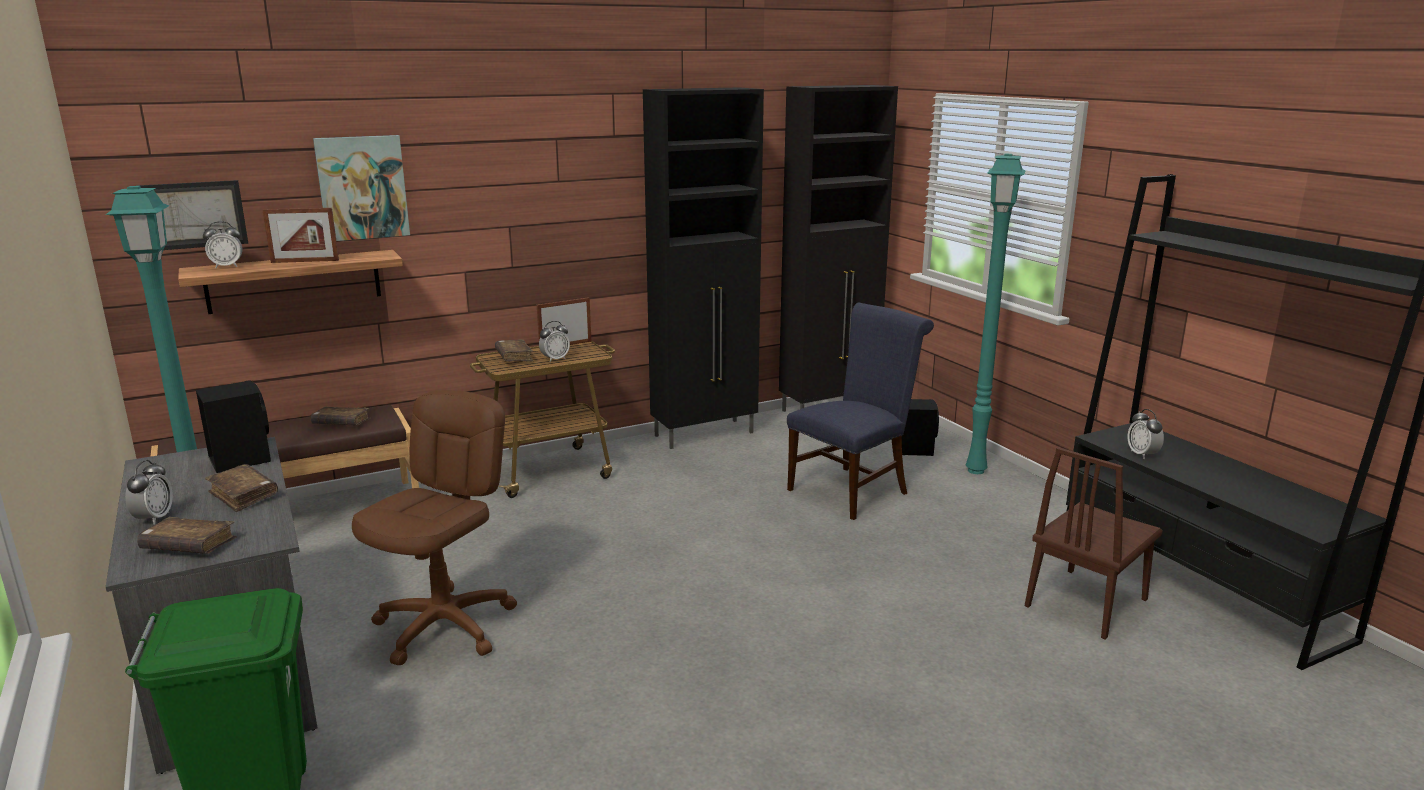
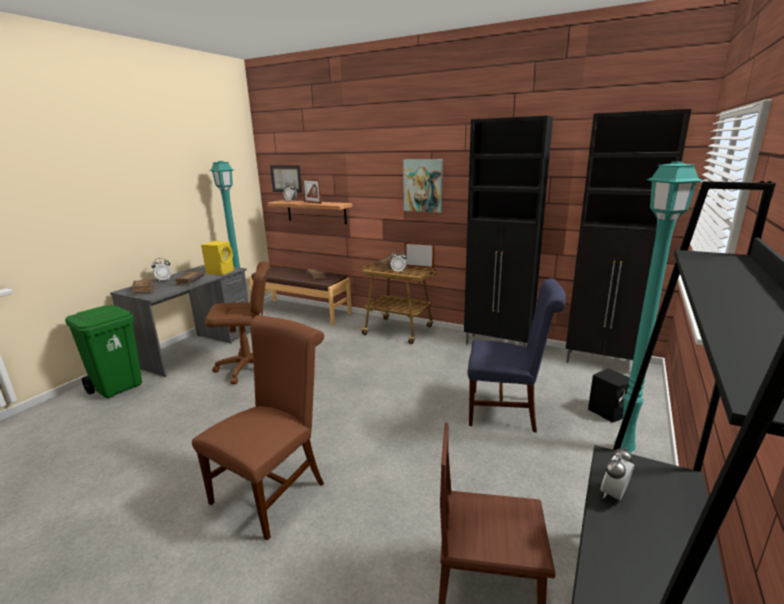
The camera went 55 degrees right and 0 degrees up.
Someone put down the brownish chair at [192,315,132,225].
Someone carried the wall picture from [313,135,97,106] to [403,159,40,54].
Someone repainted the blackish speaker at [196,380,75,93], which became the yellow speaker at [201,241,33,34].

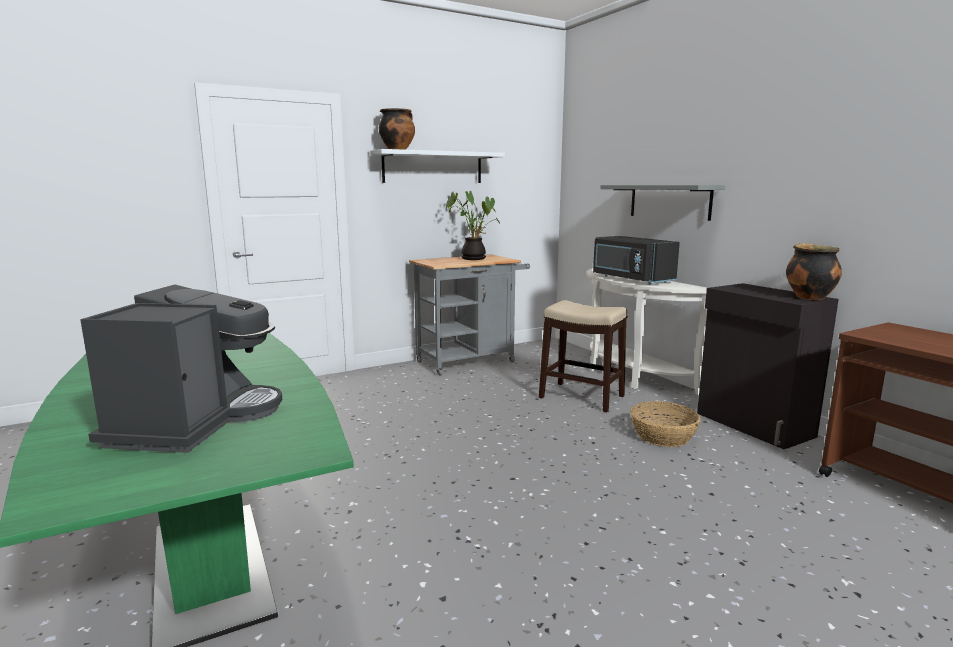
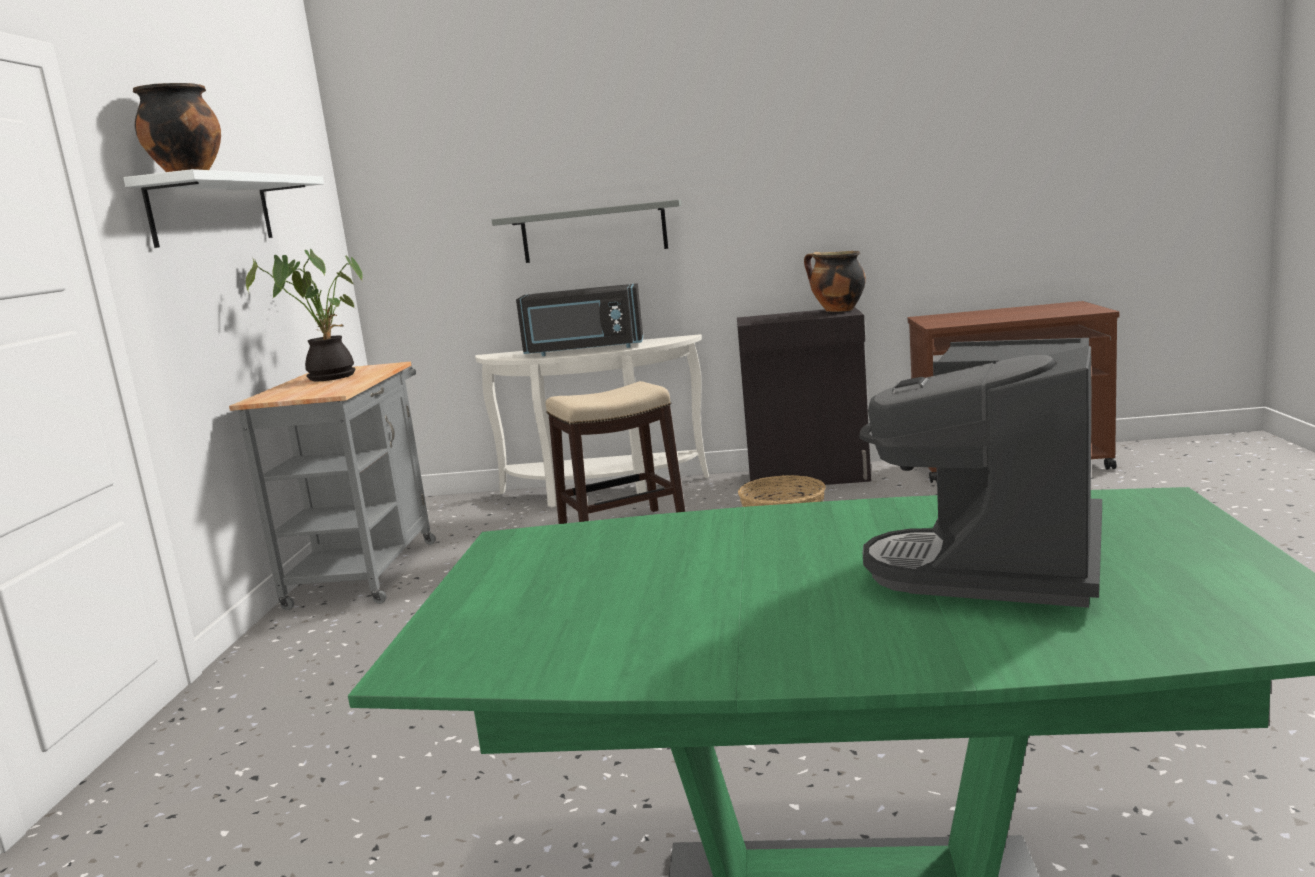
The camera went 55 degrees left and 0 degrees up.
Someone rotated the coffee maker at [80,285,202,168] by 105 degrees counterclockwise.

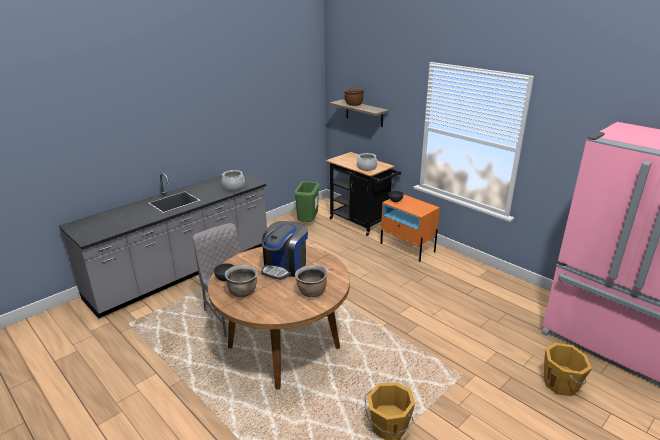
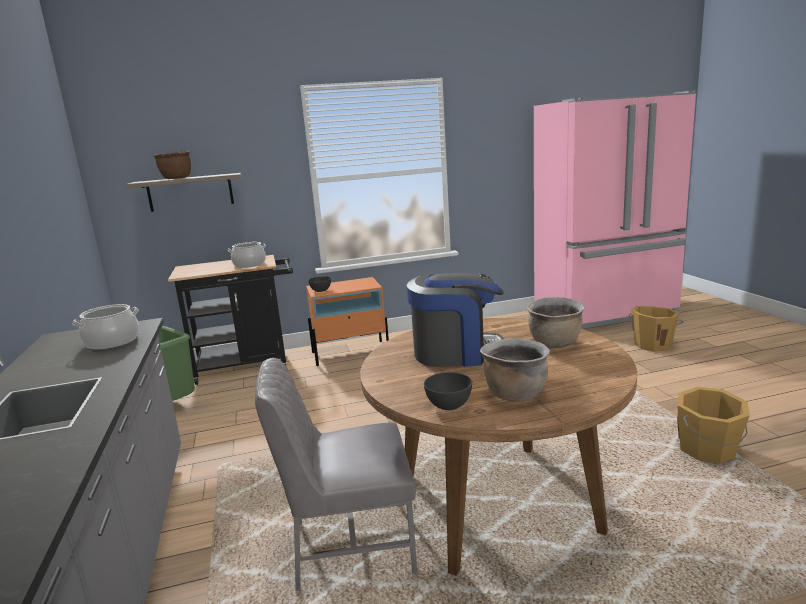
The camera went 60 degrees left and 10 degrees down.
Someone rotated the coffee maker at [261,221,47,59] by 60 degrees counterclockwise.

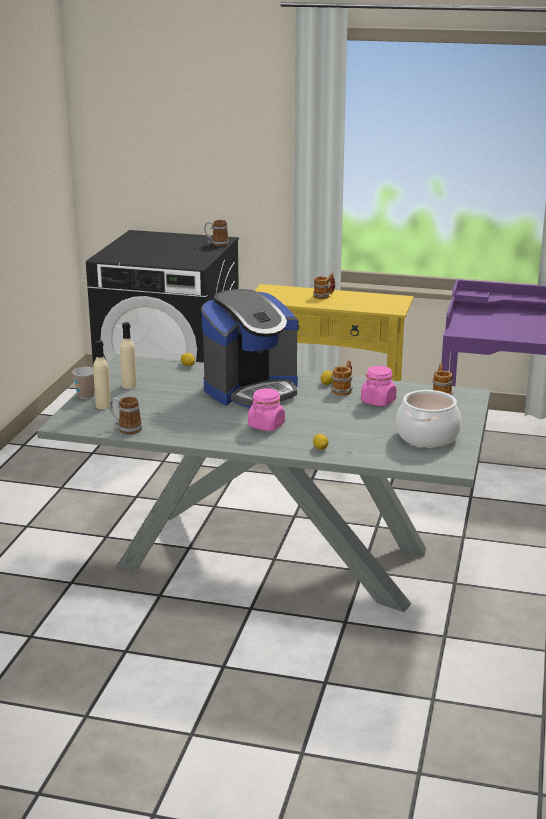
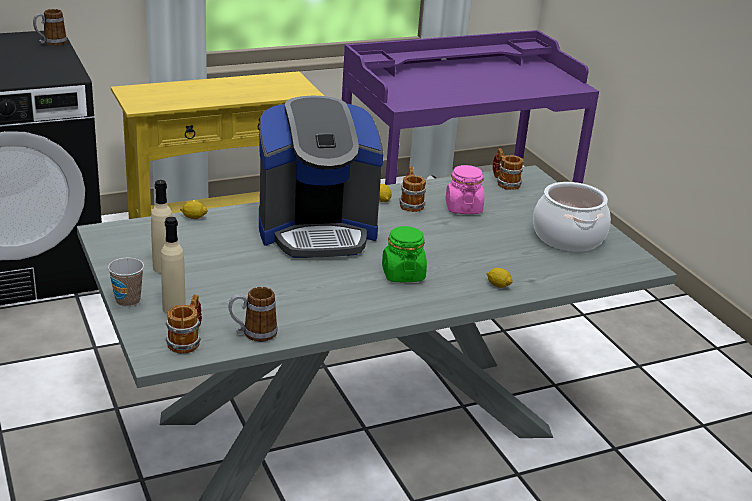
The camera went 40 degrees left and 5 degrees up.
Someone carried the mug from [313,273,22,26] to [166,294,36,60].
Someone repainted the pinkish preserve jar at [248,388,37,43], which became the greenish preserve jar at [382,226,45,56].
Someone rotated the coffee maker at [201,289,97,119] by 60 degrees clockwise.

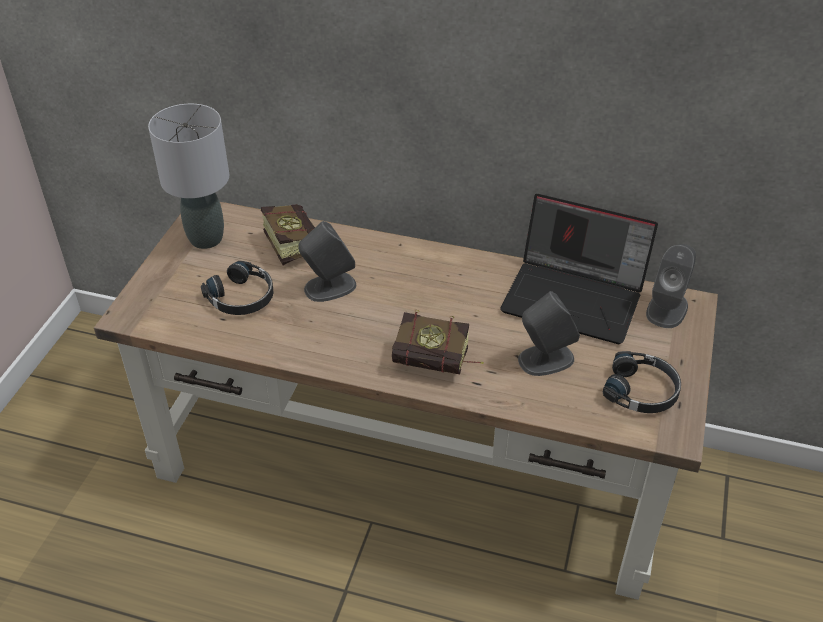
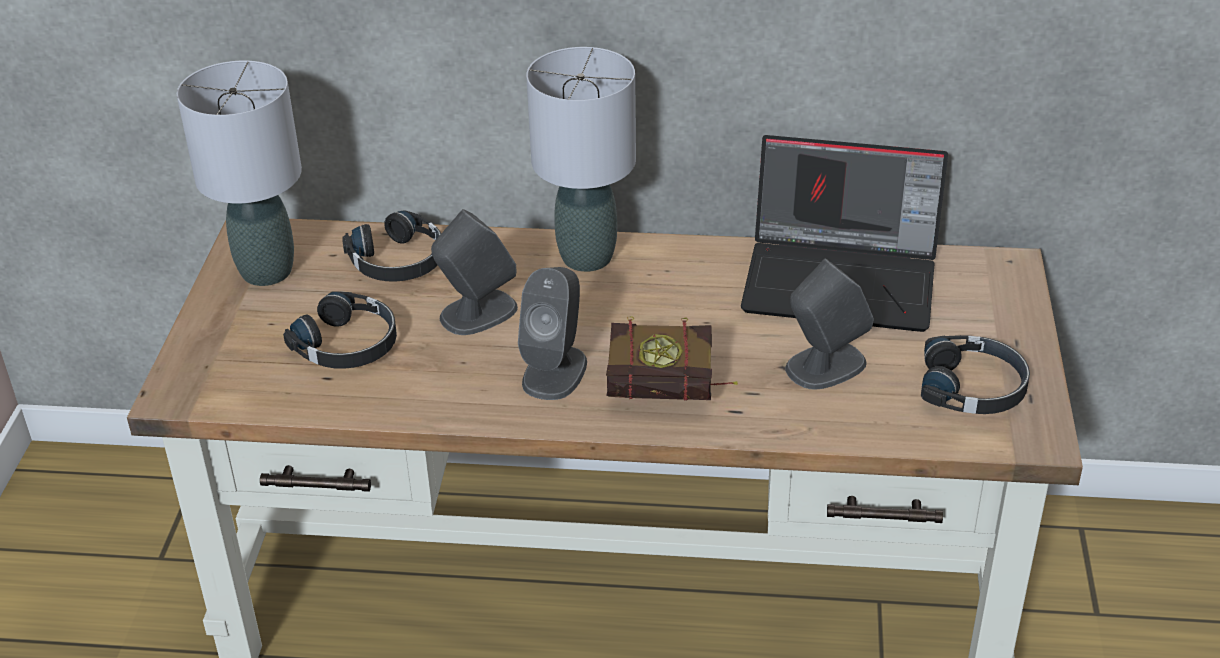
The camera went 10 degrees left and 5 degrees down.
Someone put down the grey tabletop lamp at [526,47,110,225].
Someone carried the grey speaker from [646,244,50,84] to [518,267,69,133].
Someone swapped the book at [261,204,54,61] for the blackish pair of headphones at [342,210,99,72].

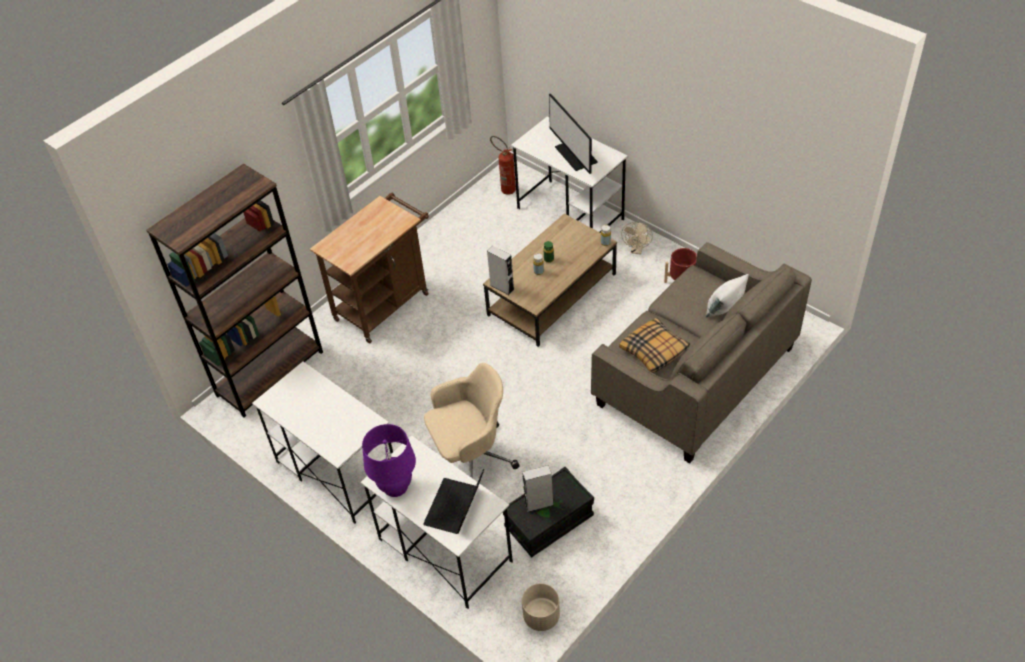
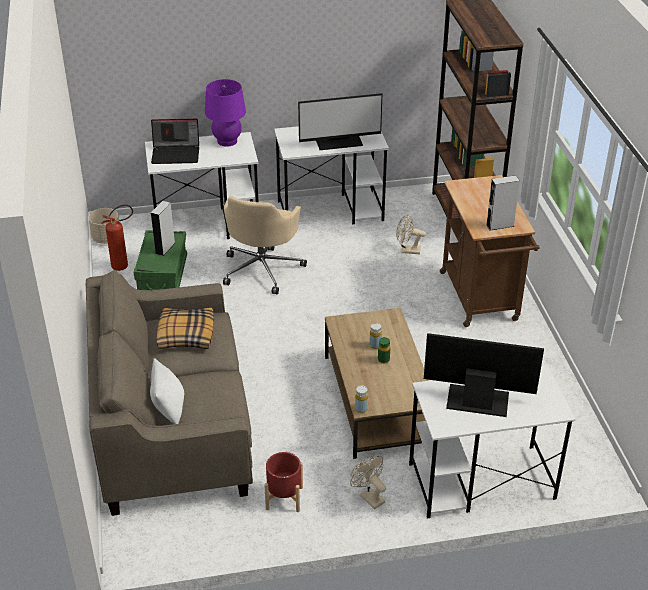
The camera went 125 degrees right and 10 degrees down.
Someone put down the computer screen at [298,93,84,57].
Someone put down the beige-coloured electric fan at [396,214,30,40].
Someone carried the grey speaker from [487,246,27,49] to [486,175,34,56].
Someone carried the extinguisher from [490,136,26,59] to [101,204,32,67].
Someone repainted the blackish storage box at [503,467,91,90], which became the greenish storage box at [133,230,54,61].
Someone rotated the portable computer at [423,469,61,65] by 120 degrees clockwise.

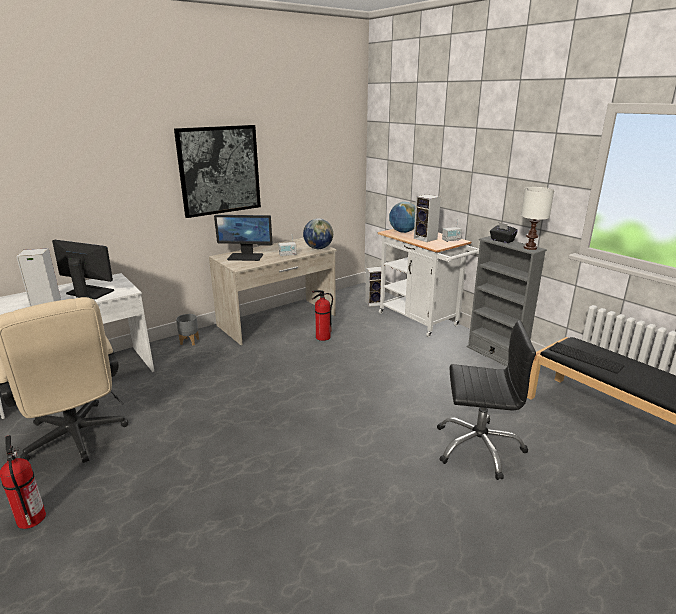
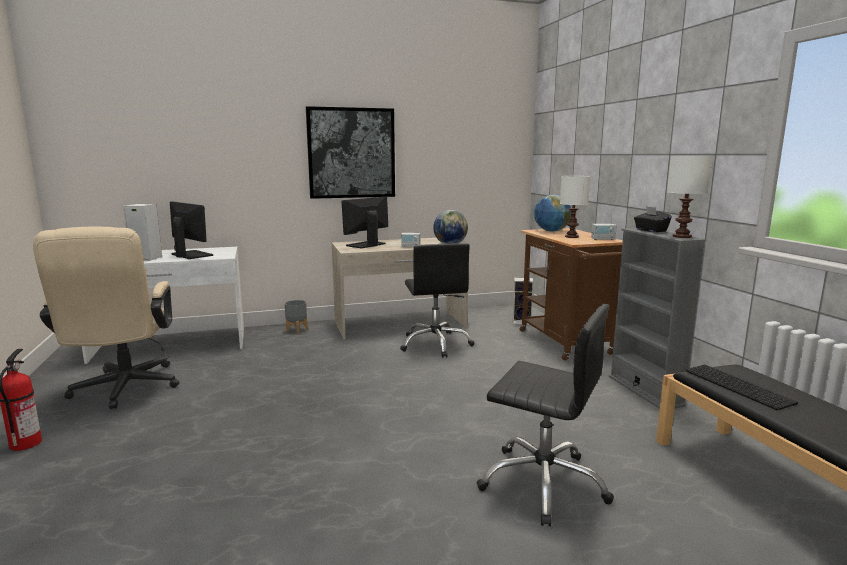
The camera went 20 degrees right and 10 degrees down.
Someone swapped the extinguisher at [312,290,21,51] for the blackish desk chair at [400,243,74,115].
Someone swapped the speaker at [414,194,27,48] for the white tabletop lamp at [560,176,30,62].
Someone repainted the white wheeled cart at [378,229,101,108], which became the brownish wheeled cart at [520,228,103,133].
Someone rotated the computer screen at [214,215,59,46] by 105 degrees clockwise.

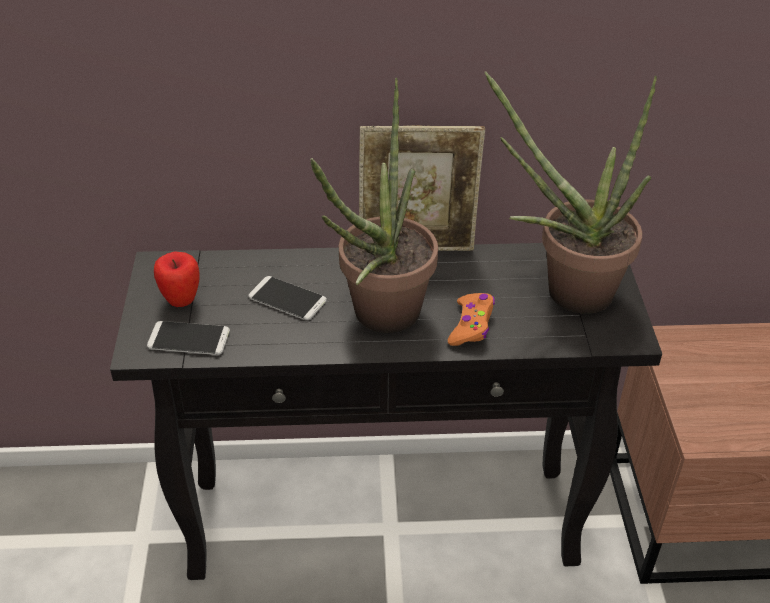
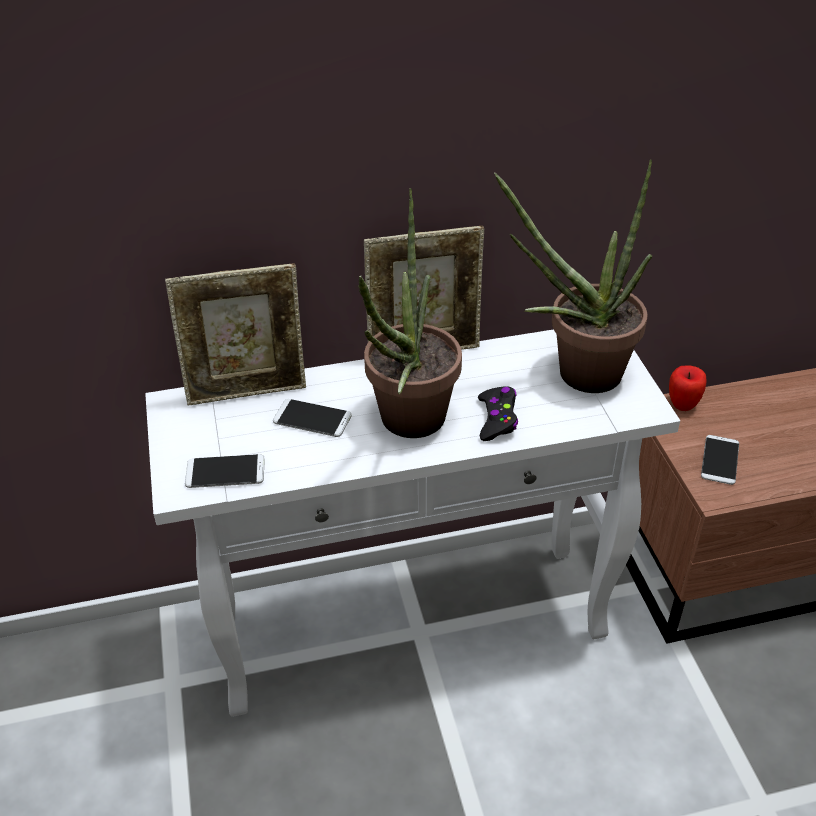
The camera went 10 degrees left and 0 degrees up.
Someone put down the picture frame at [165,263,141,143].
Someone put down the telephone at [701,435,38,50].
Someone carried the apple fruit from [154,251,46,56] to [669,365,38,46].
Someone repainted the blackish hall table at [110,243,552,337], which became the white hall table at [145,329,535,388].
Someone repainted the orangey game controller at [448,293,47,53], which became the blackish game controller at [478,386,40,55].

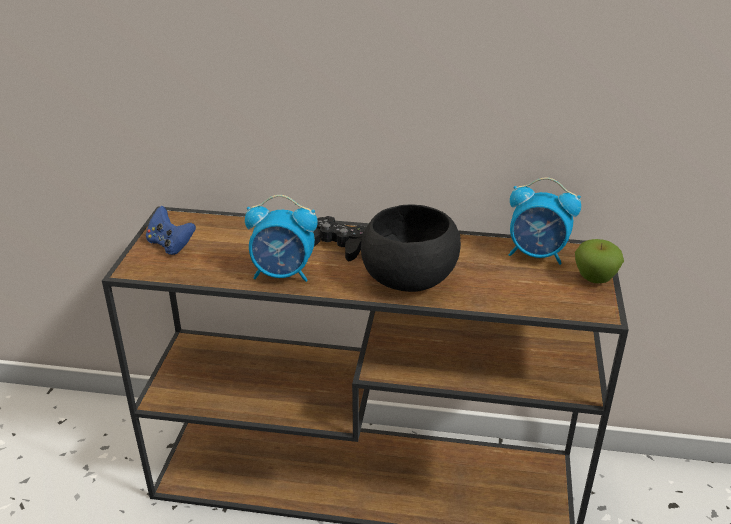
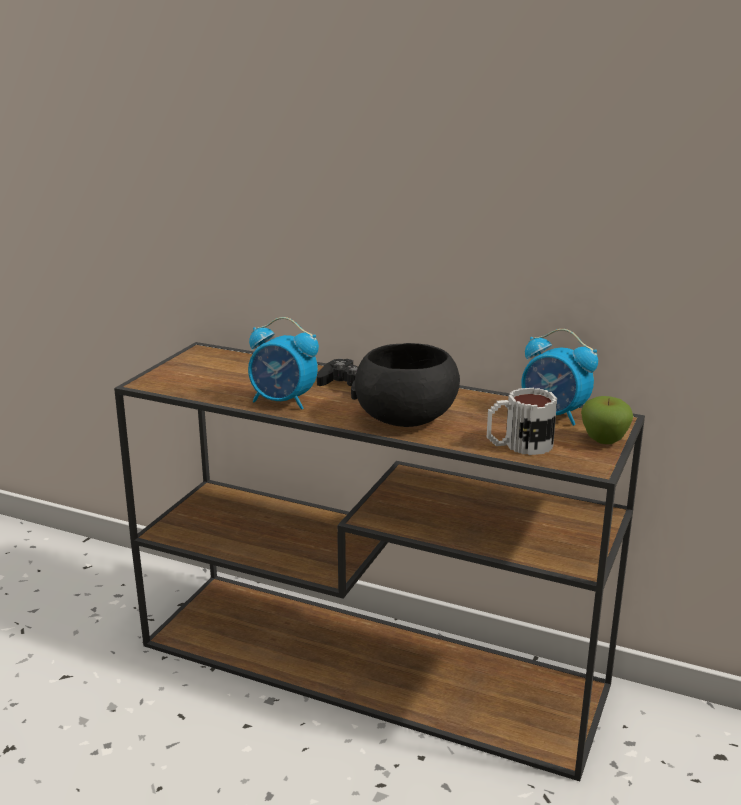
The camera went 15 degrees right and 10 degrees down.
Someone took away the blue game controller at [146,206,50,49].
Someone put down the mug at [487,388,70,67].

